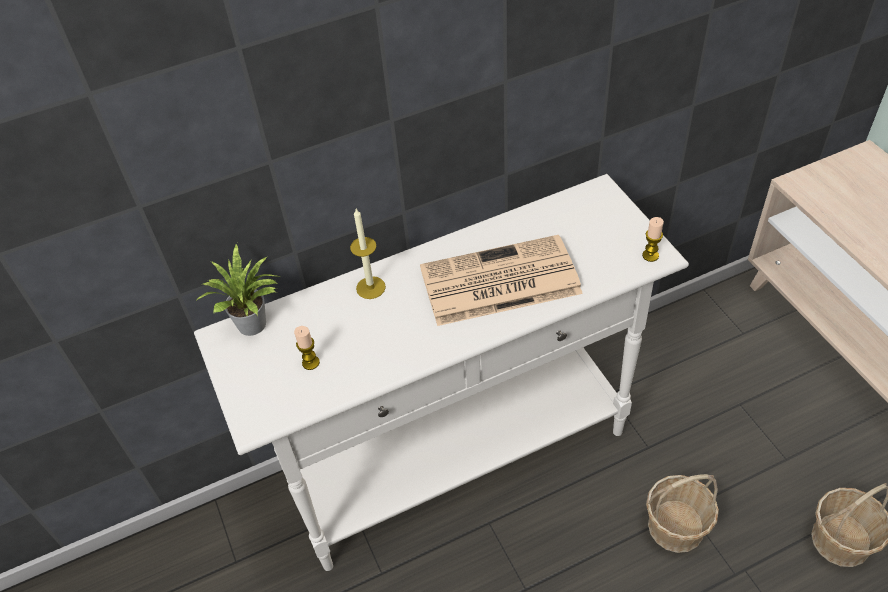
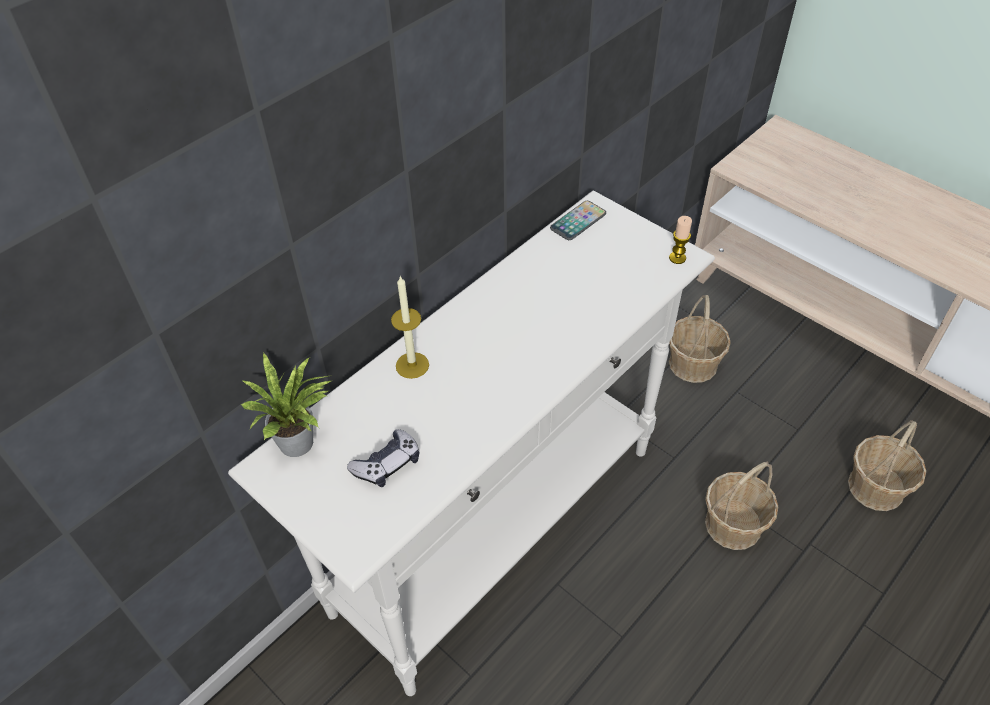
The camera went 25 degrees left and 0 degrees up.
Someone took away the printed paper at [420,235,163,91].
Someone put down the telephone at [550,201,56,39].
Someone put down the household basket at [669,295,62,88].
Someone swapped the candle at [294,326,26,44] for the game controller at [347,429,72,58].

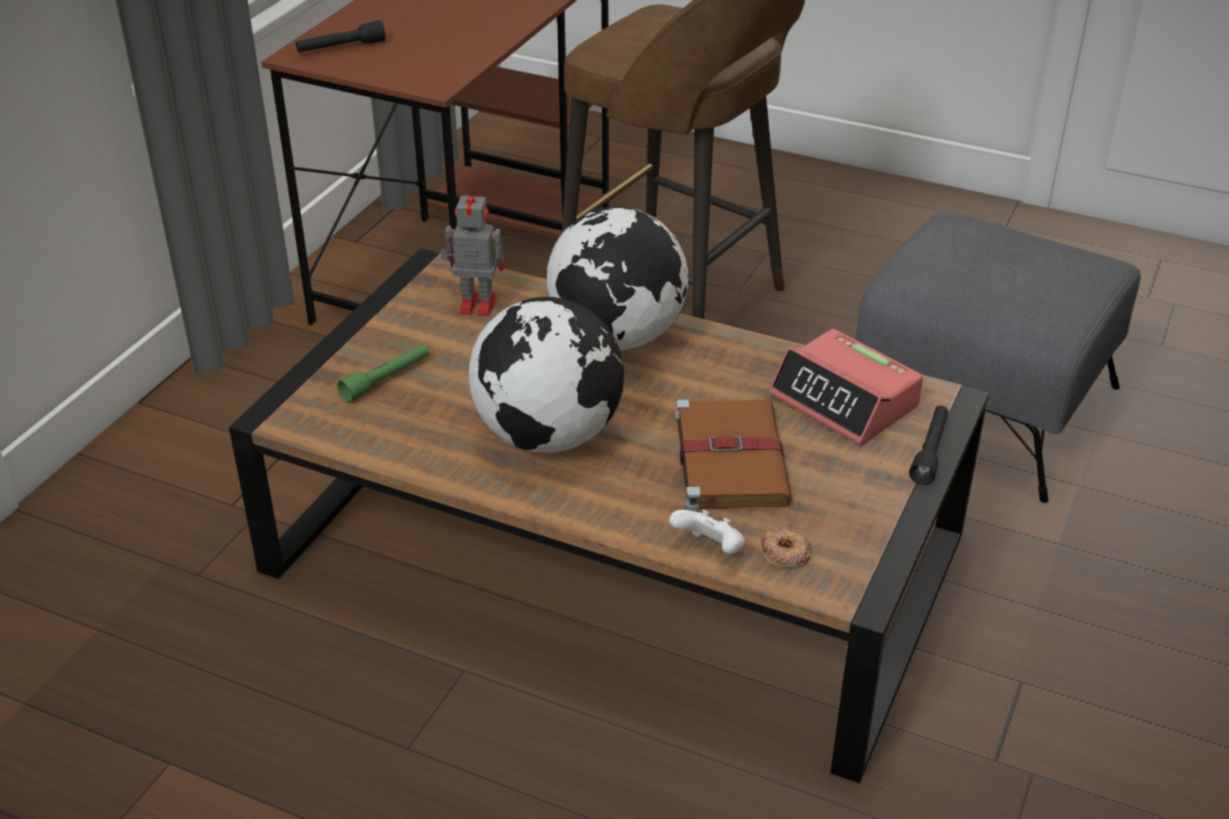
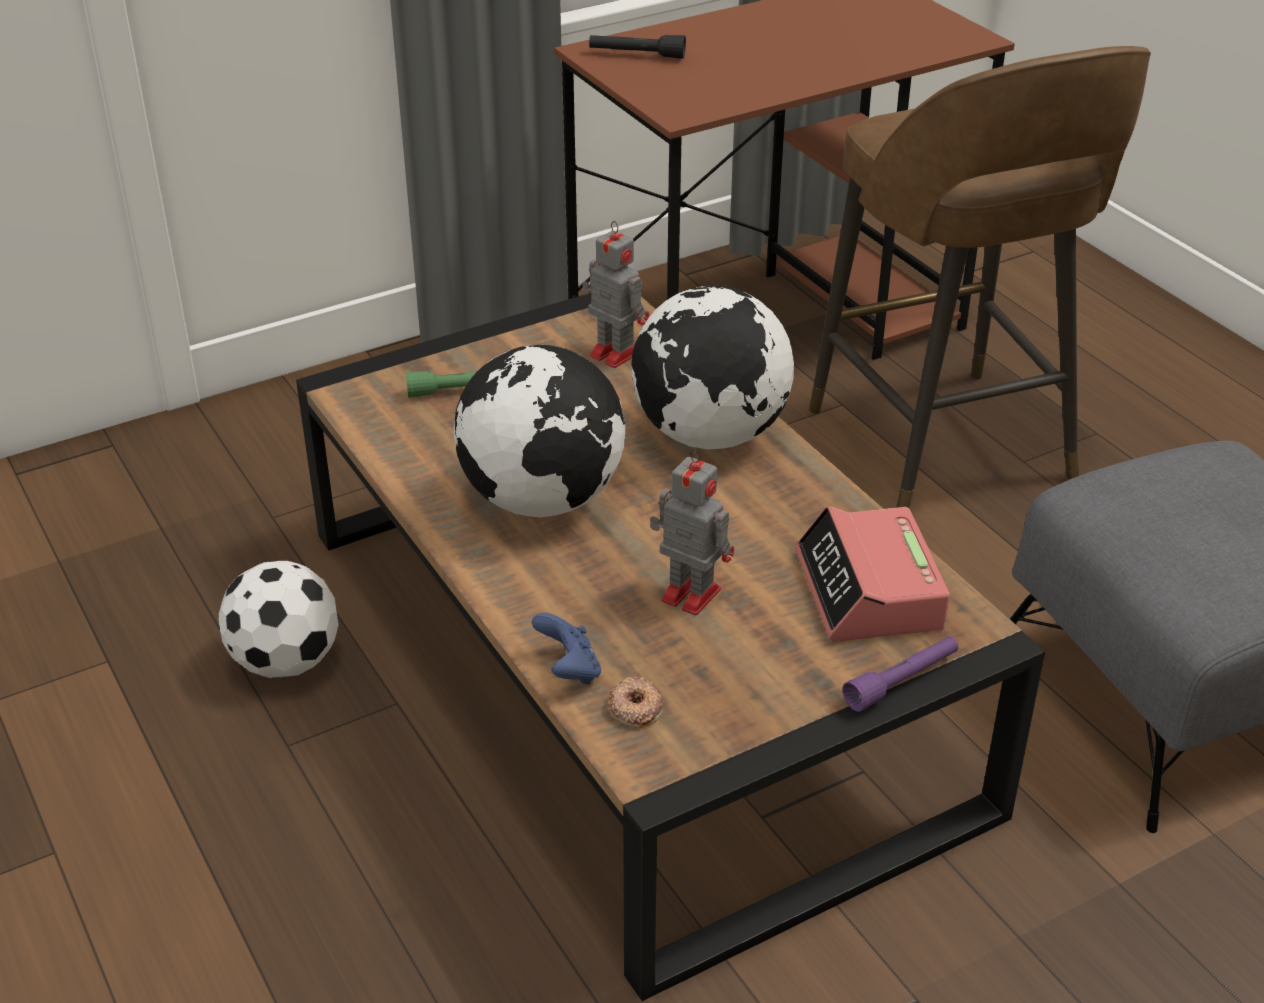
The camera went 35 degrees right and 0 degrees up.
Someone put down the football at [218,561,121,117].
Someone swapped the brownish book at [675,399,117,111] for the model robot at [650,449,84,166].
Someone repainted the white game controller at [669,510,76,44], which became the blue game controller at [532,613,69,72].
Someone repainted the blackish torch at [909,406,39,79], which became the purple torch at [843,636,115,76].

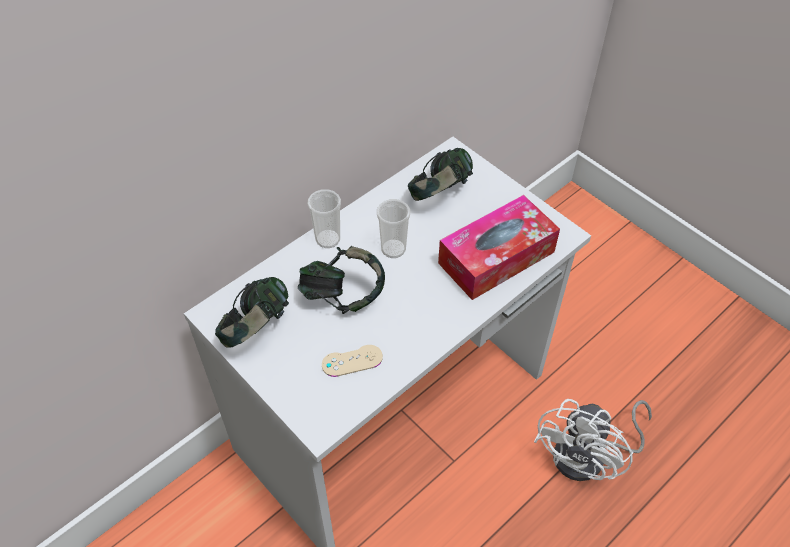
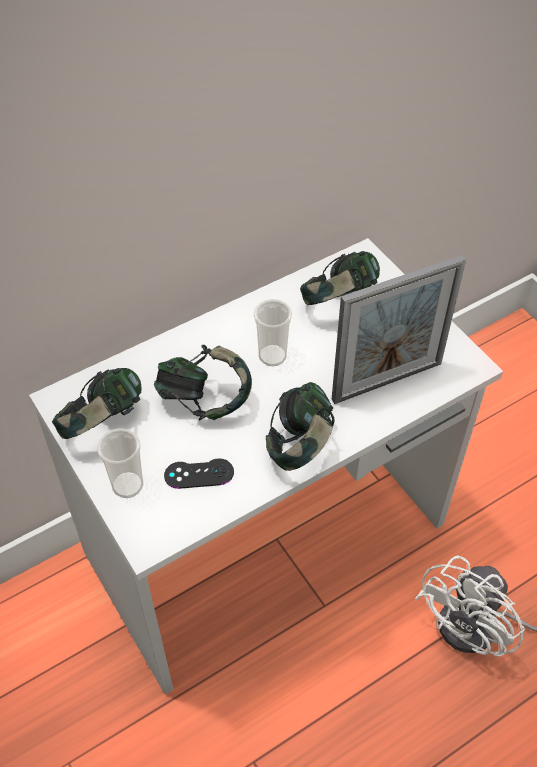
The camera went 10 degrees right and 0 degrees up.
Someone put down the pair of headphones at [266,382,69,89].
Someone carried the small cup from [308,189,33,59] to [97,428,46,70].
Someone swapped the box of tissues at [438,195,122,105] for the picture frame at [332,255,134,149].
Someone repainted the beige-coloured game controller at [322,345,61,32], which became the blackish game controller at [164,458,70,31].

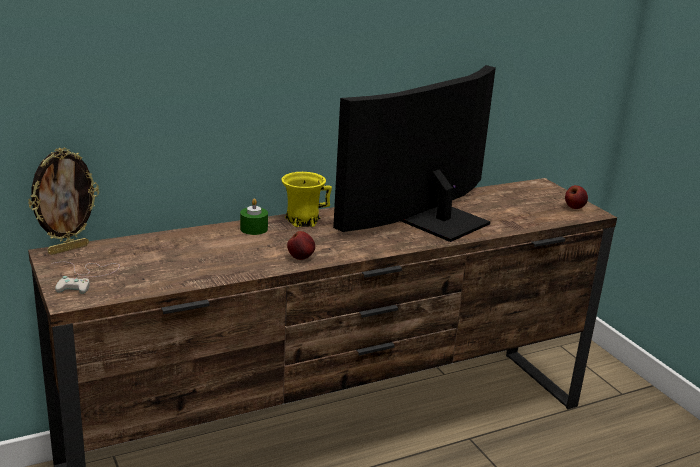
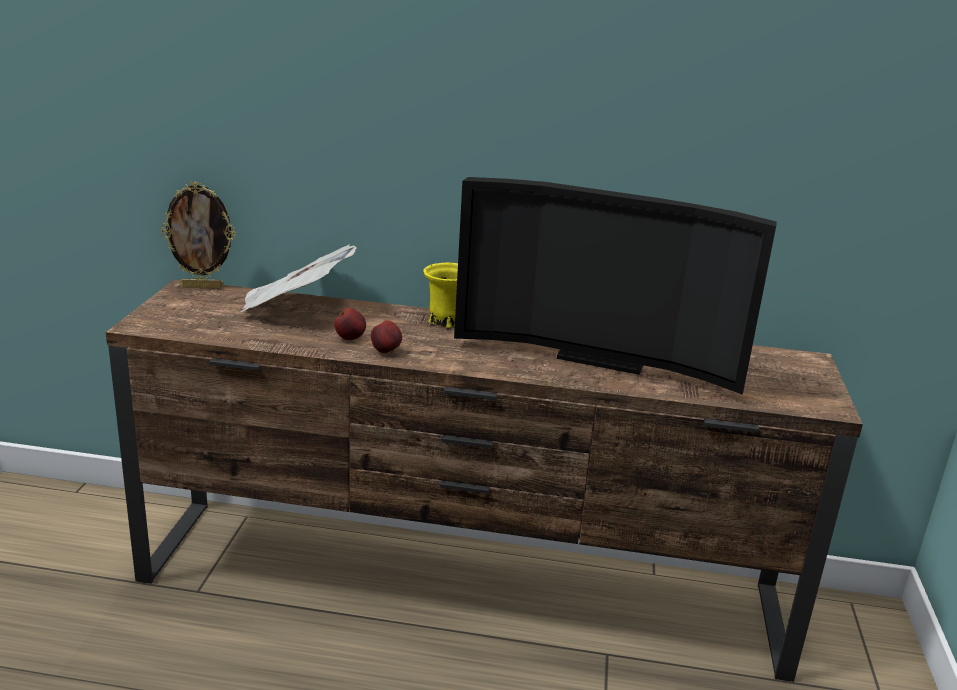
The camera went 35 degrees right and 0 degrees up.
Someone took away the white game controller at [52,262,68,32].
Someone took away the greenish candle at [240,198,28,37].
Someone put down the printed paper at [241,244,116,68].
Someone carried the apple fruit from [565,185,23,24] to [334,308,32,32].
Someone rotated the television at [333,65,163,177] by 150 degrees counterclockwise.

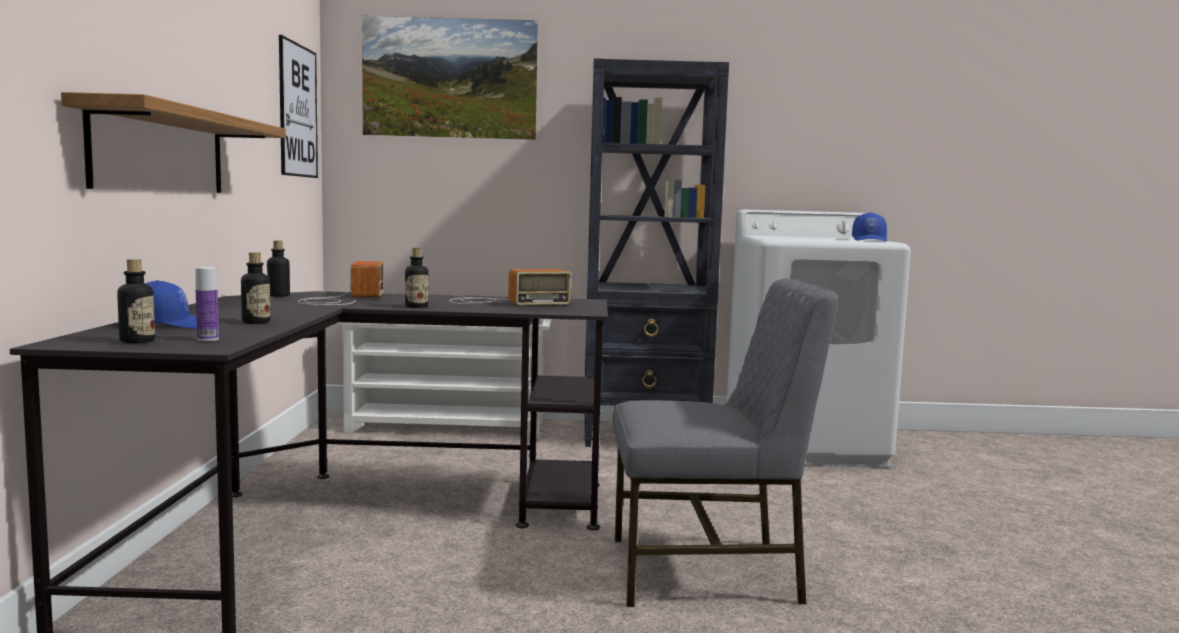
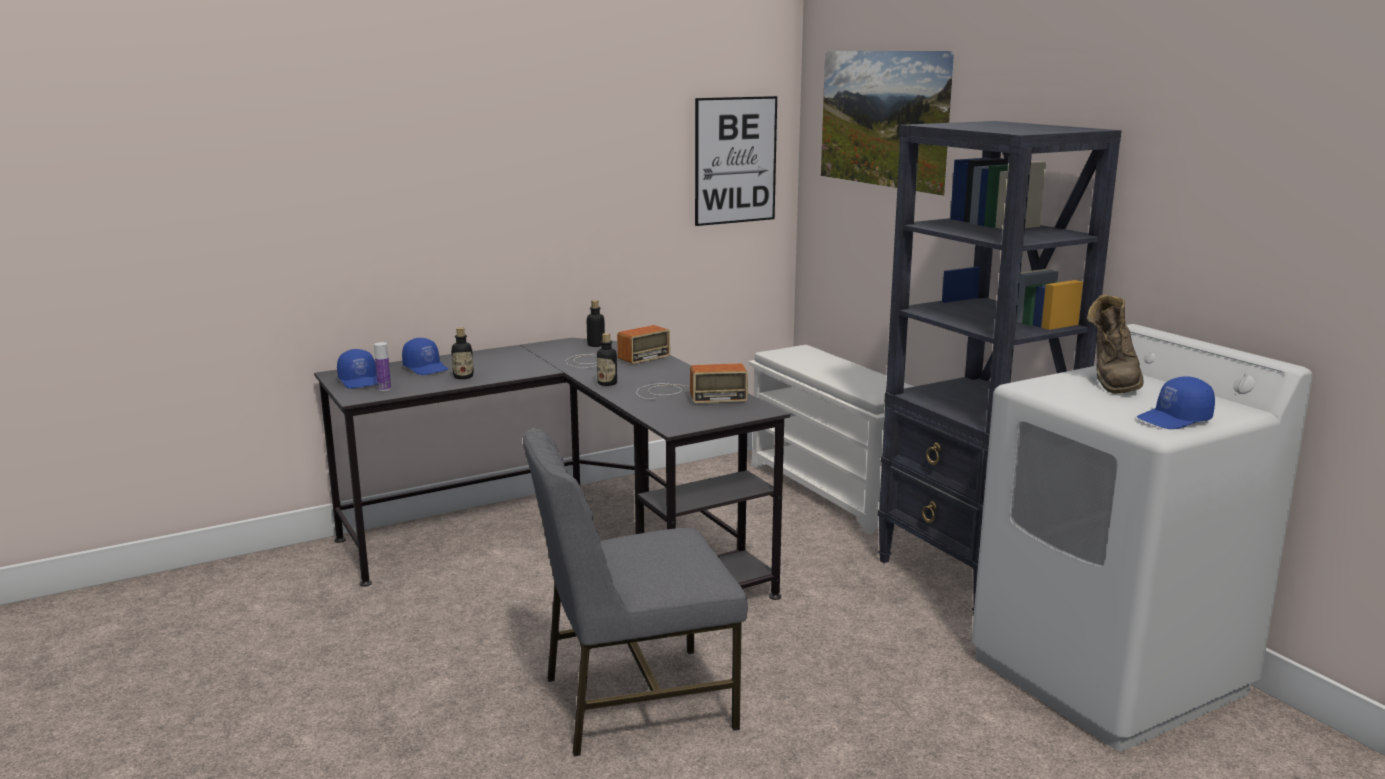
The camera went 60 degrees right and 10 degrees up.
Someone took away the bracket shelf at [61,92,225,101].
Someone put down the brownish boot at [1087,294,57,100].
Someone swapped the bottle at [117,259,38,84] for the blue peaked cap at [337,349,40,40].
Someone rotated the radio receiver at [449,269,122,37] by 45 degrees counterclockwise.
Someone rotated the grey chair at [613,278,225,329] by 105 degrees clockwise.

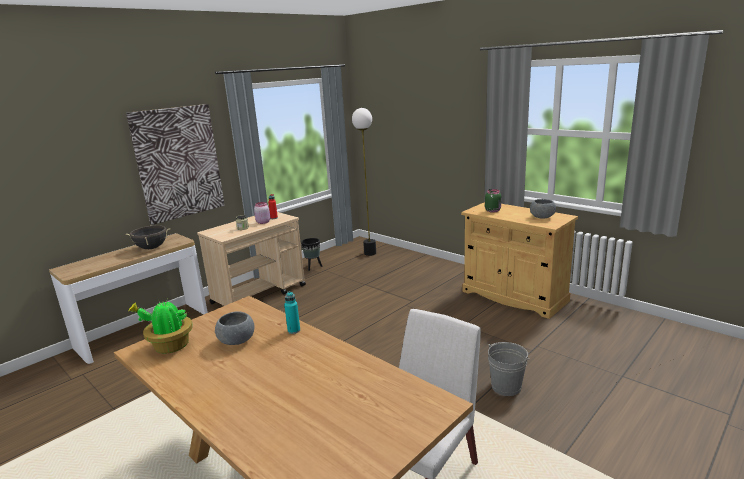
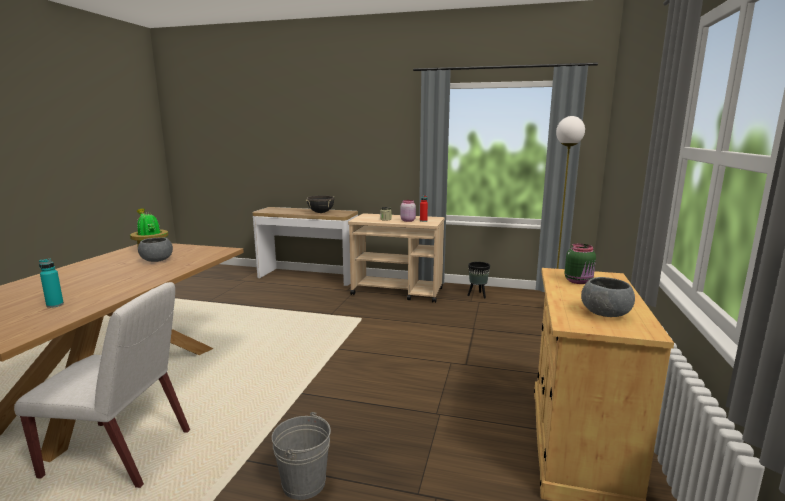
The camera went 60 degrees right and 5 degrees down.
Someone took away the wall picture at [126,104,99,121].
Someone carried the turquoise-coloured bottle from [284,291,16,43] to [39,259,25,49].

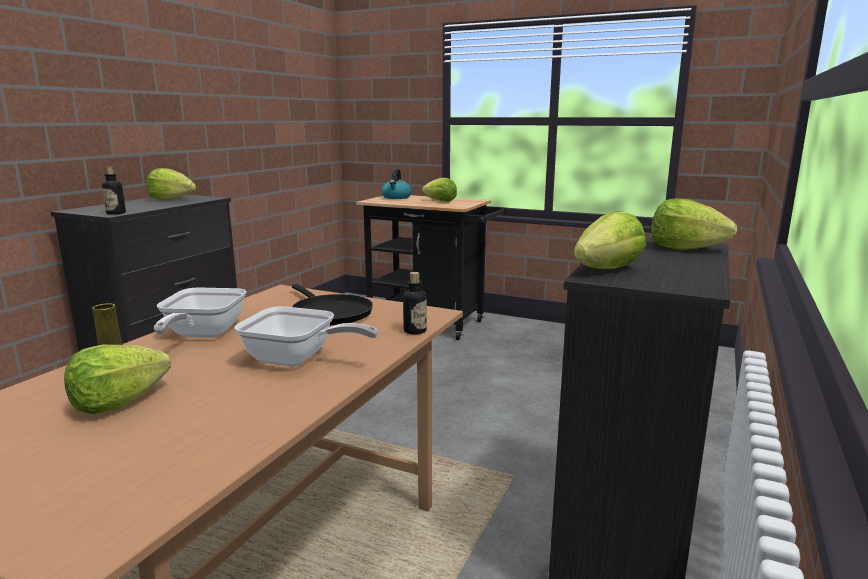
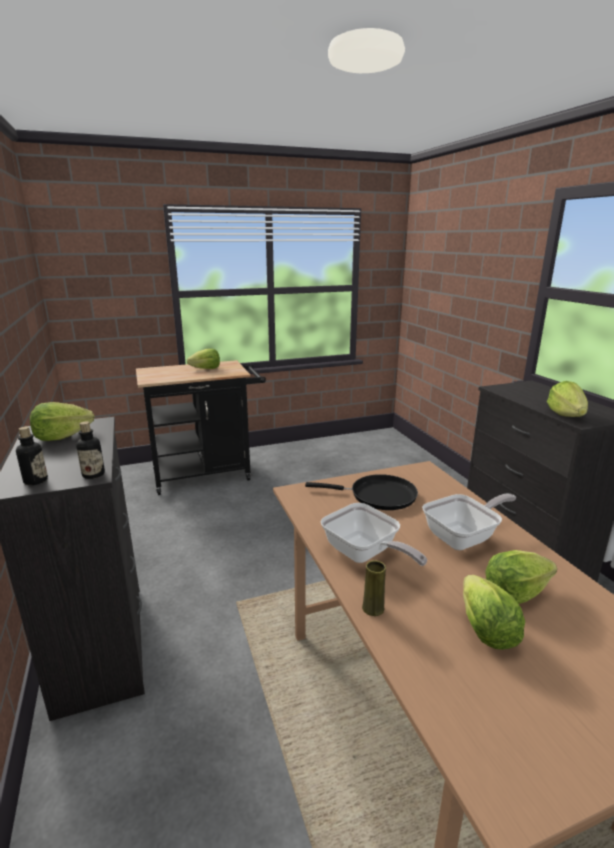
The camera went 45 degrees left and 5 degrees up.
Someone took away the tea kettle at [382,169,30,30].
Someone carried the bottle from [403,272,24,62] to [16,426,32,59].
Someone carried the head of lettuce from [651,199,86,51] to [485,550,72,54].

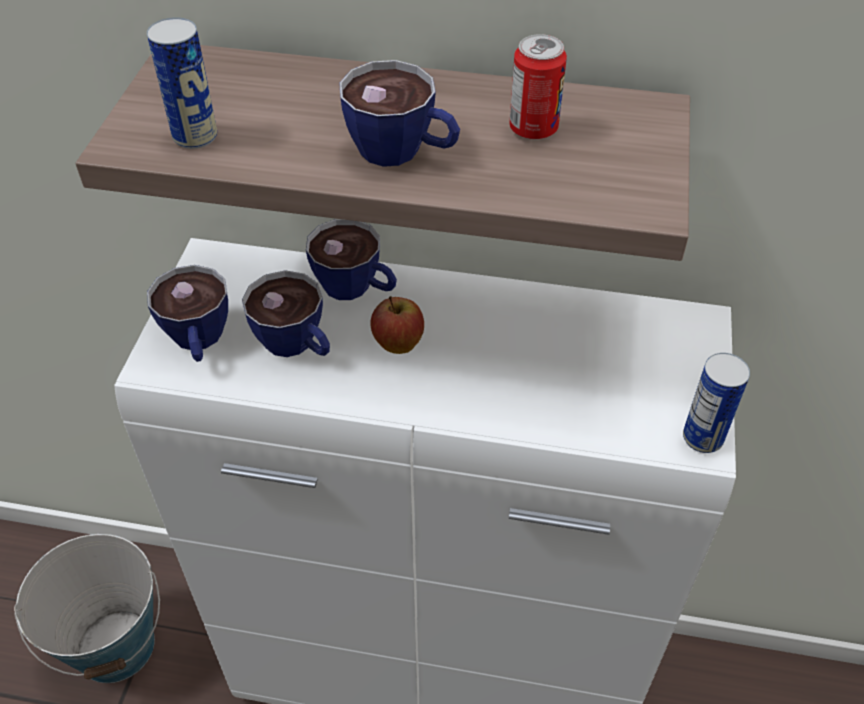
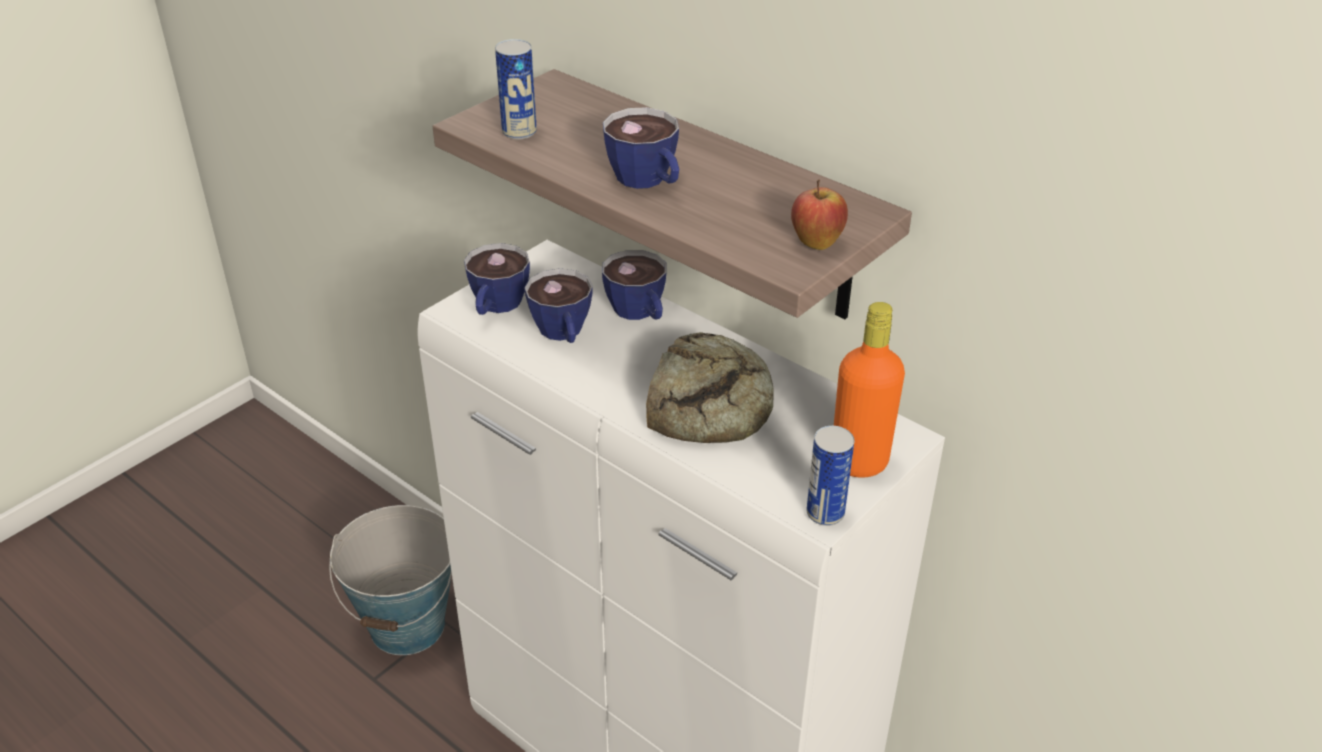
The camera went 30 degrees right and 10 degrees down.
Someone took away the metal can at [509,34,58,105].
Someone put down the baked bread at [646,332,128,111].
Someone put down the orangey bottle at [834,302,71,176].
Someone carried the apple fruit from [370,296,54,58] to [791,180,57,70].

